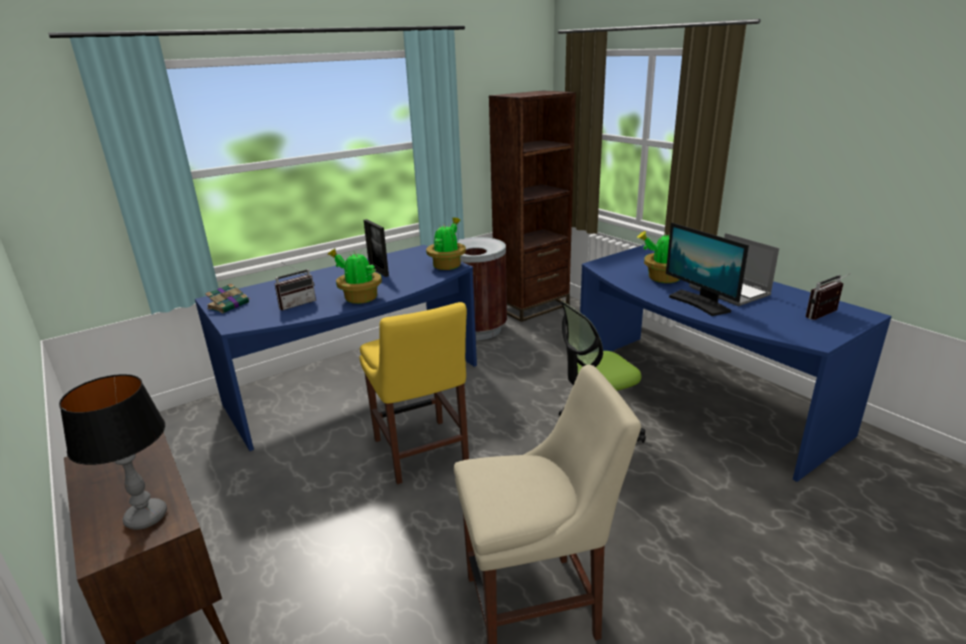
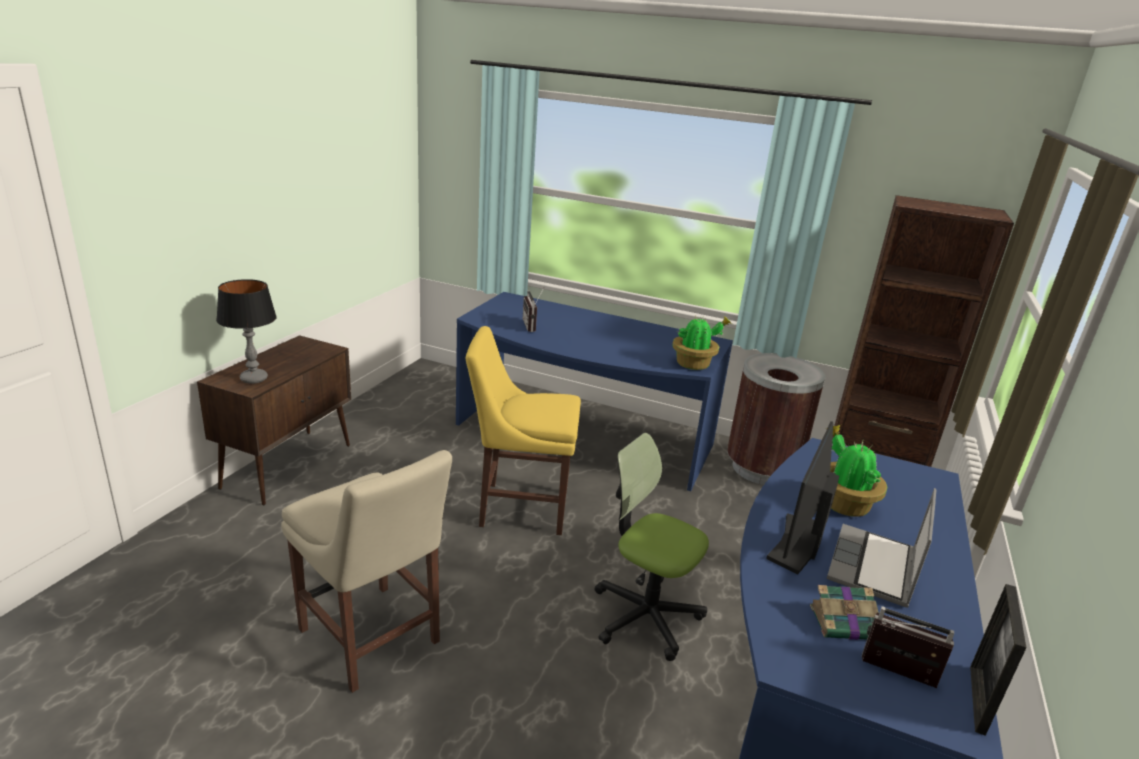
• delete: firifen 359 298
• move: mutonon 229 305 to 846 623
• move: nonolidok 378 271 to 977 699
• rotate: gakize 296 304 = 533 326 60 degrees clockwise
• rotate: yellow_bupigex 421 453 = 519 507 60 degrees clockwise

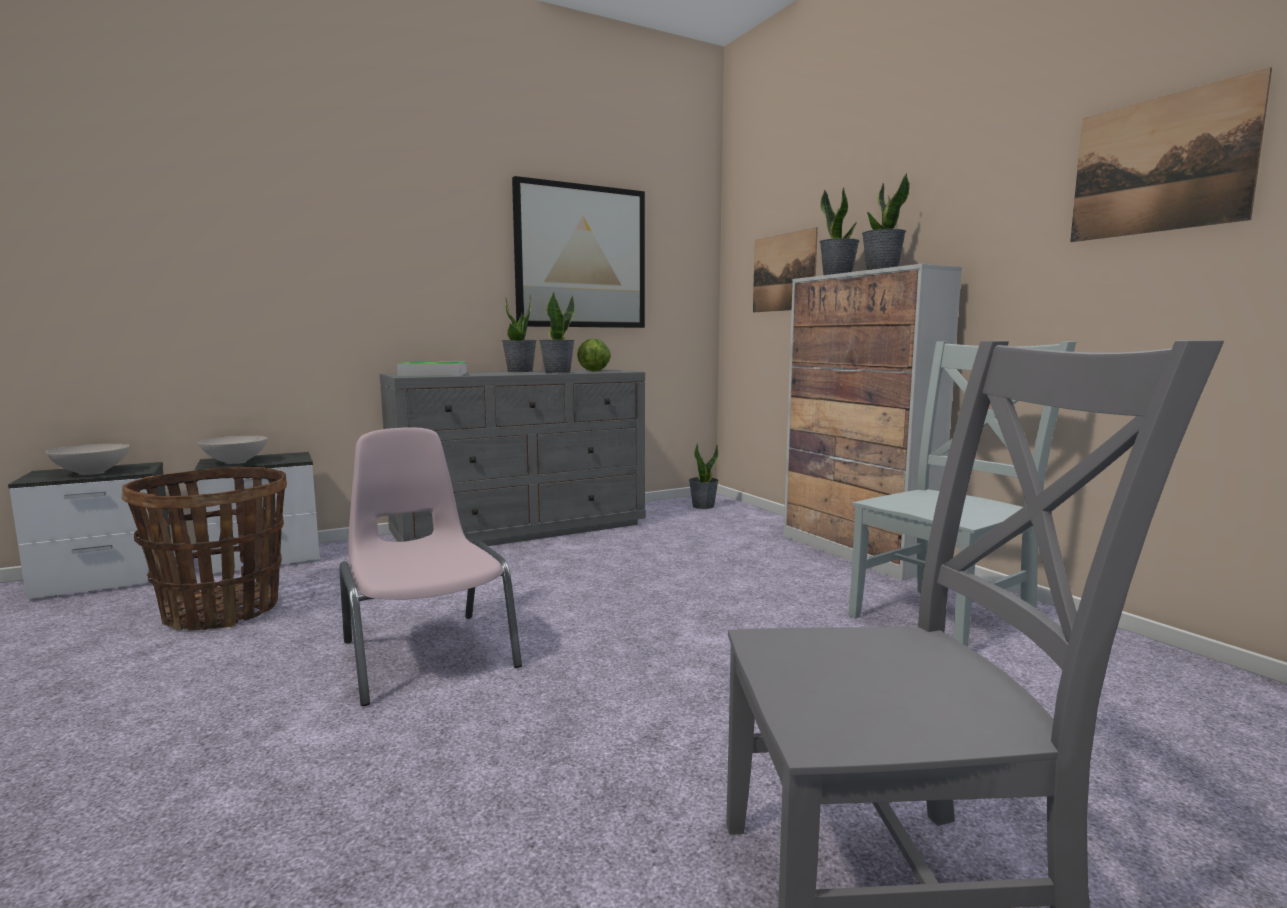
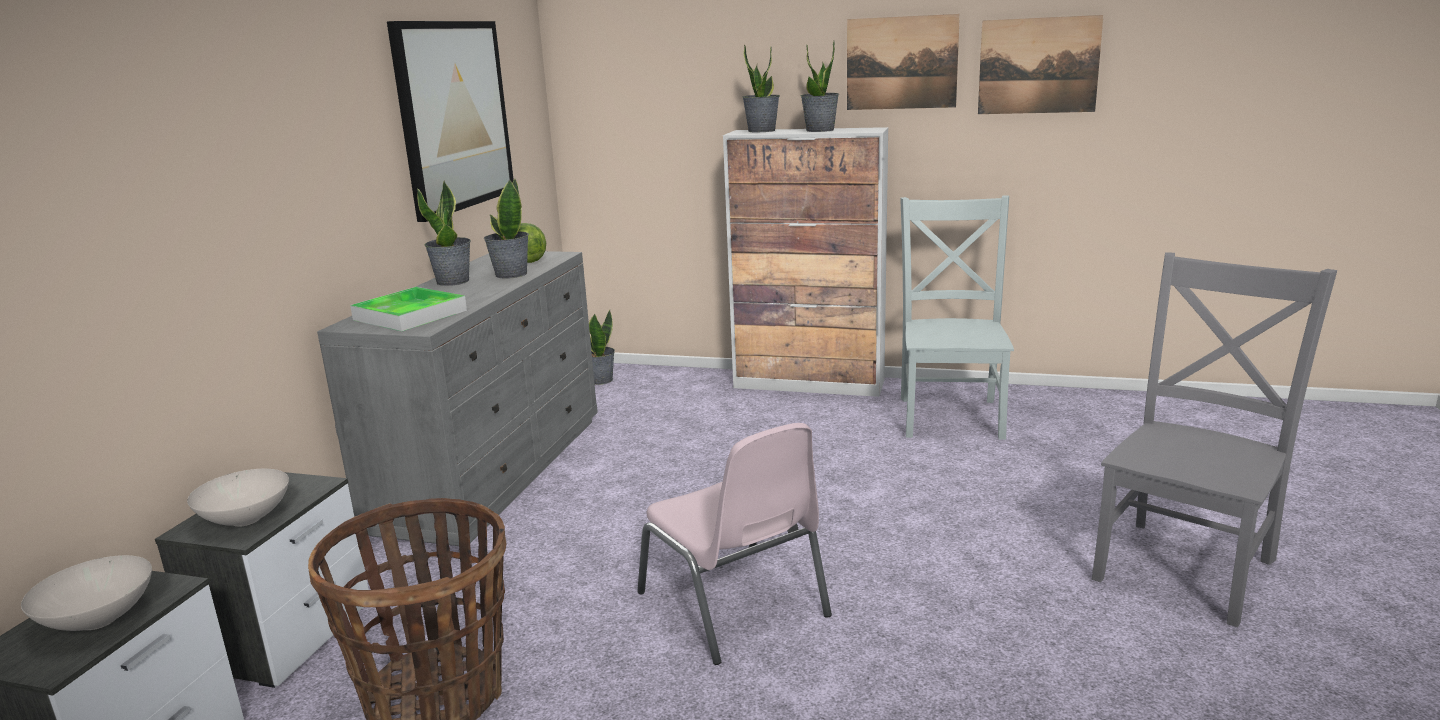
• move: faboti 783 272 to 901 63
• rotate: pink_bupigex 427 653 = 735 605 135 degrees counterclockwise

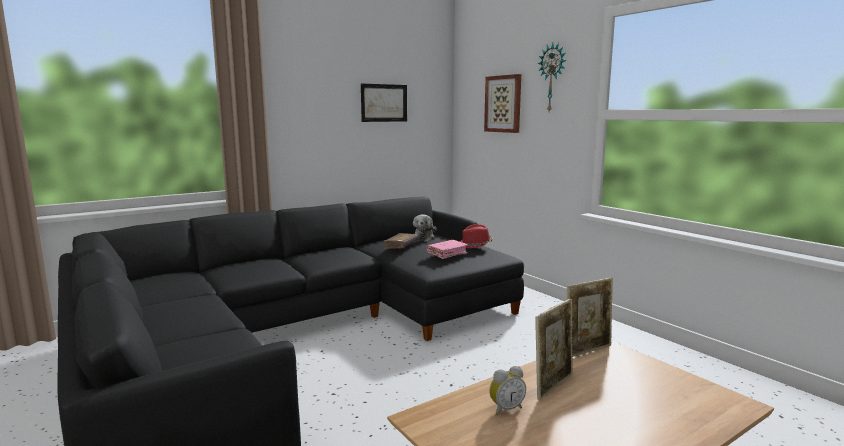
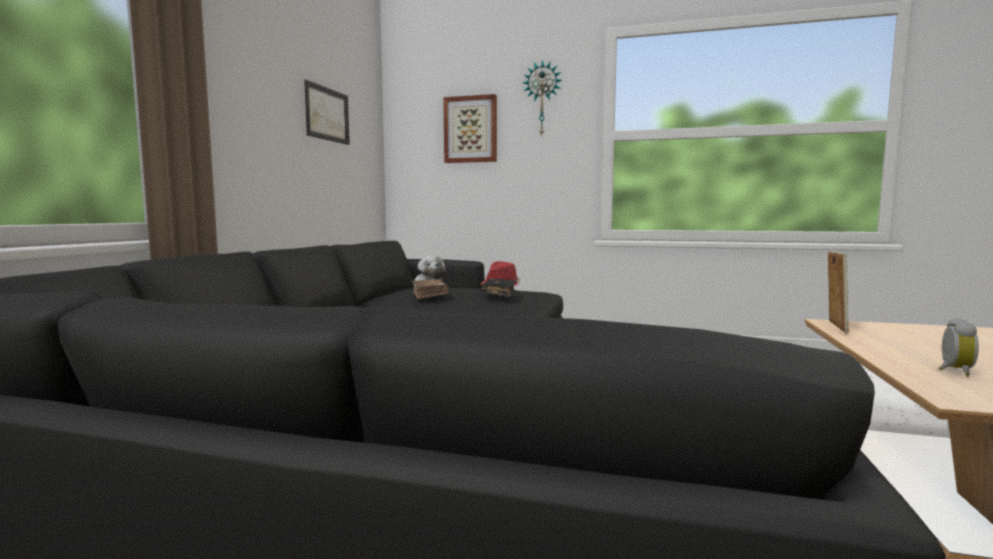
• delete: nonolidok 553 385
• recolor: pink_mutonon 447 253 to black_mutonon 499 294

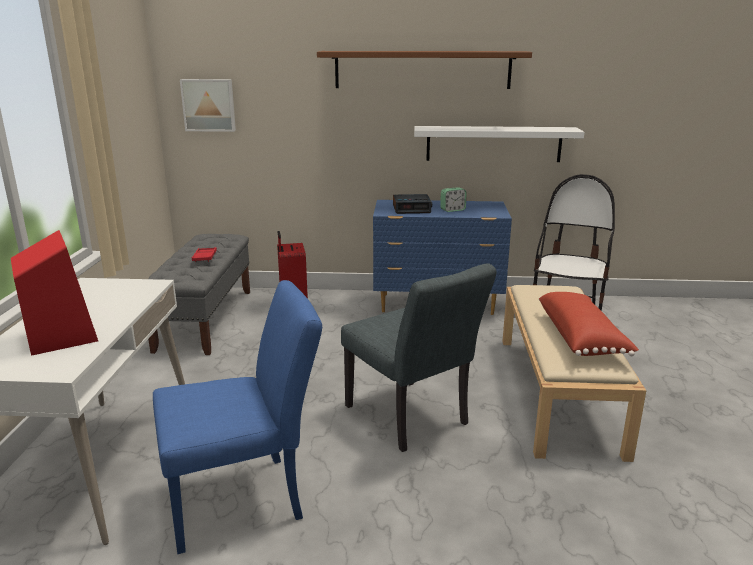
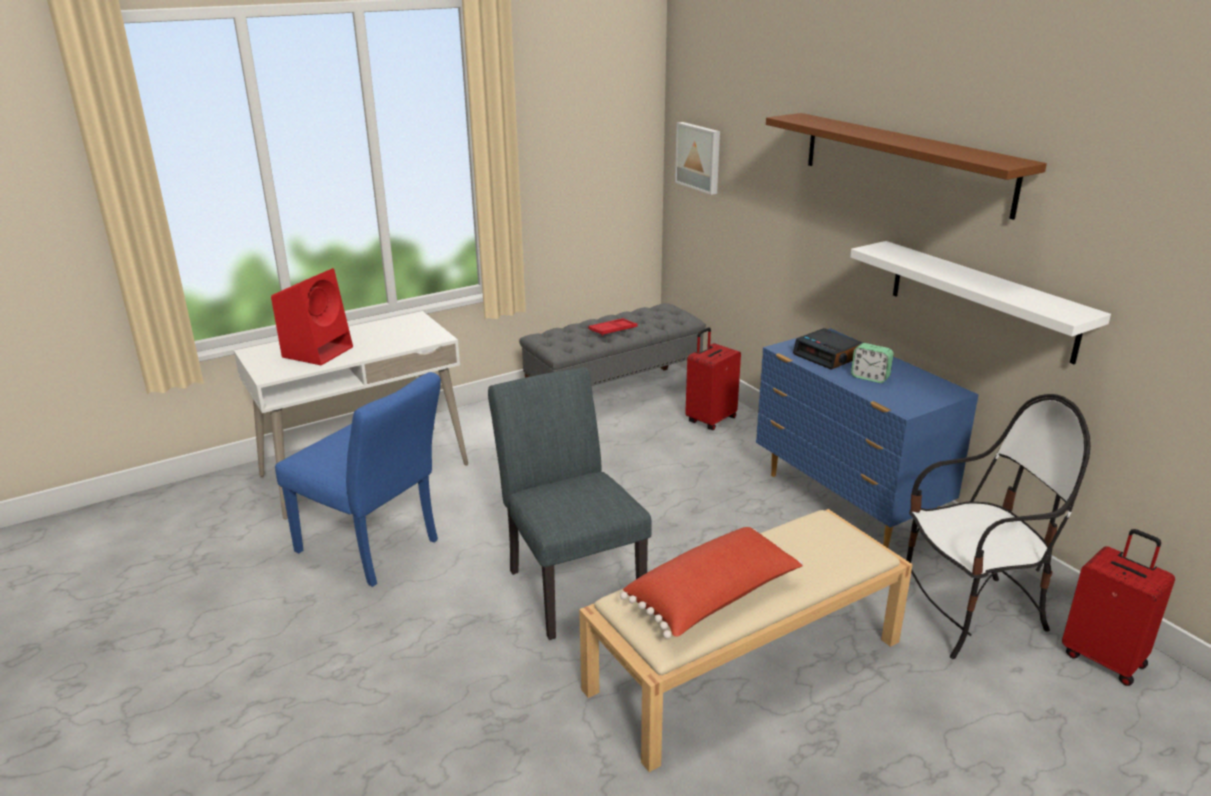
• insert: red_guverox 1104 658
• rotate: grey_bupigex 412 419 = 570 583 135 degrees clockwise

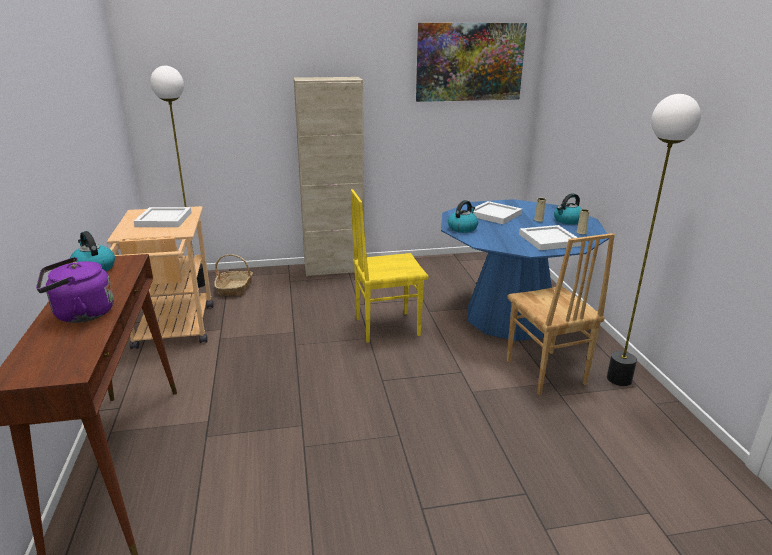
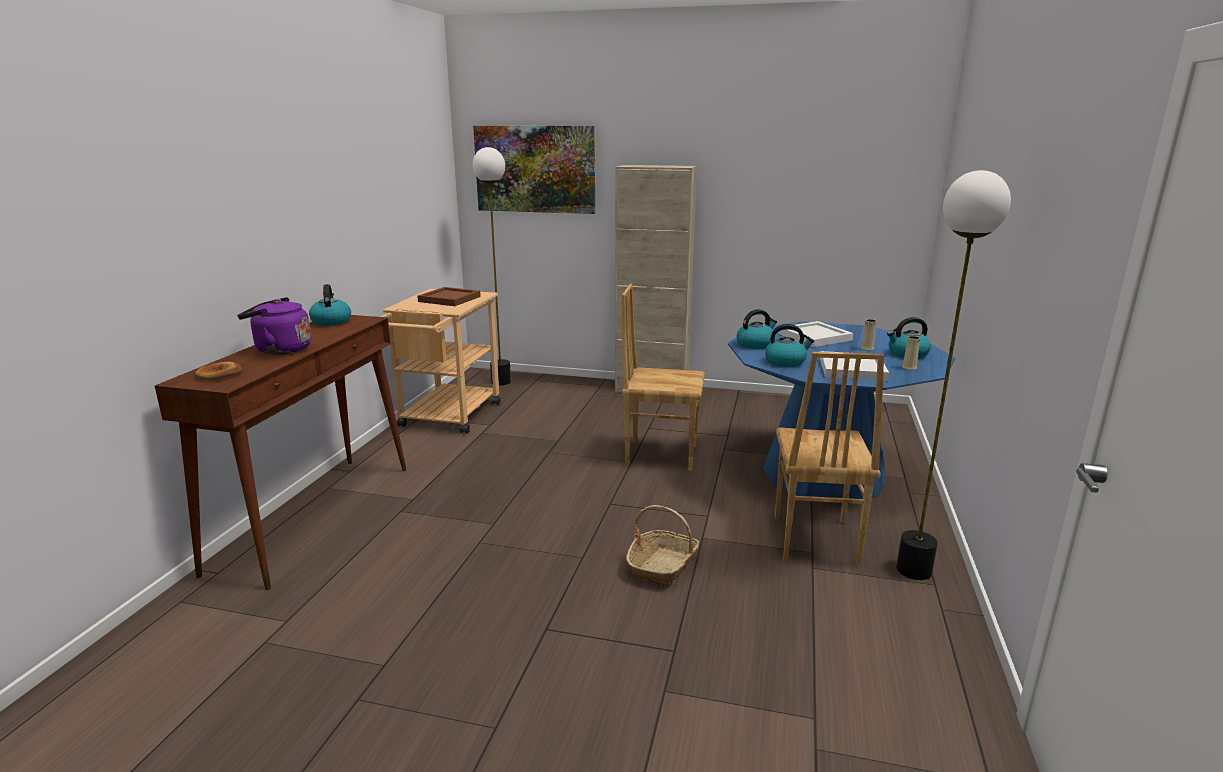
• insert: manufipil 218 375
• insert: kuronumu 786 361
• move: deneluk 235 288 to 663 566
• move: faboti 469 62 to 535 169
• recolor: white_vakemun 163 220 to brown_vakemun 448 299
• recolor: yellow_bupigex 386 326 to brown_bupigex 660 454

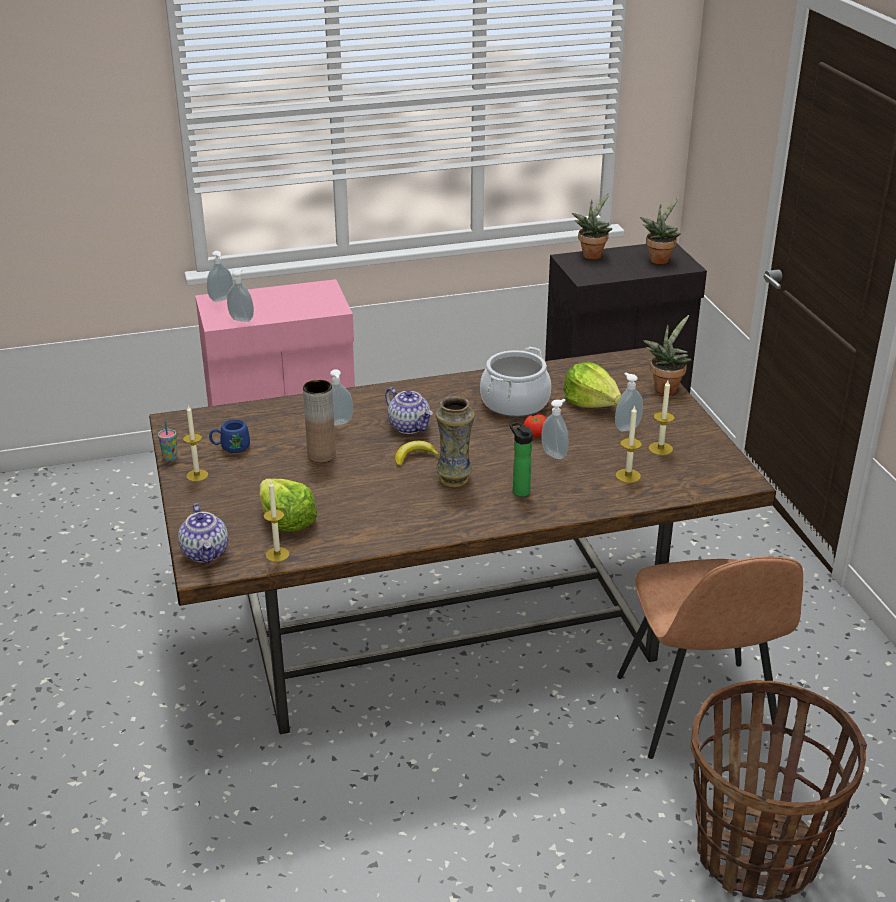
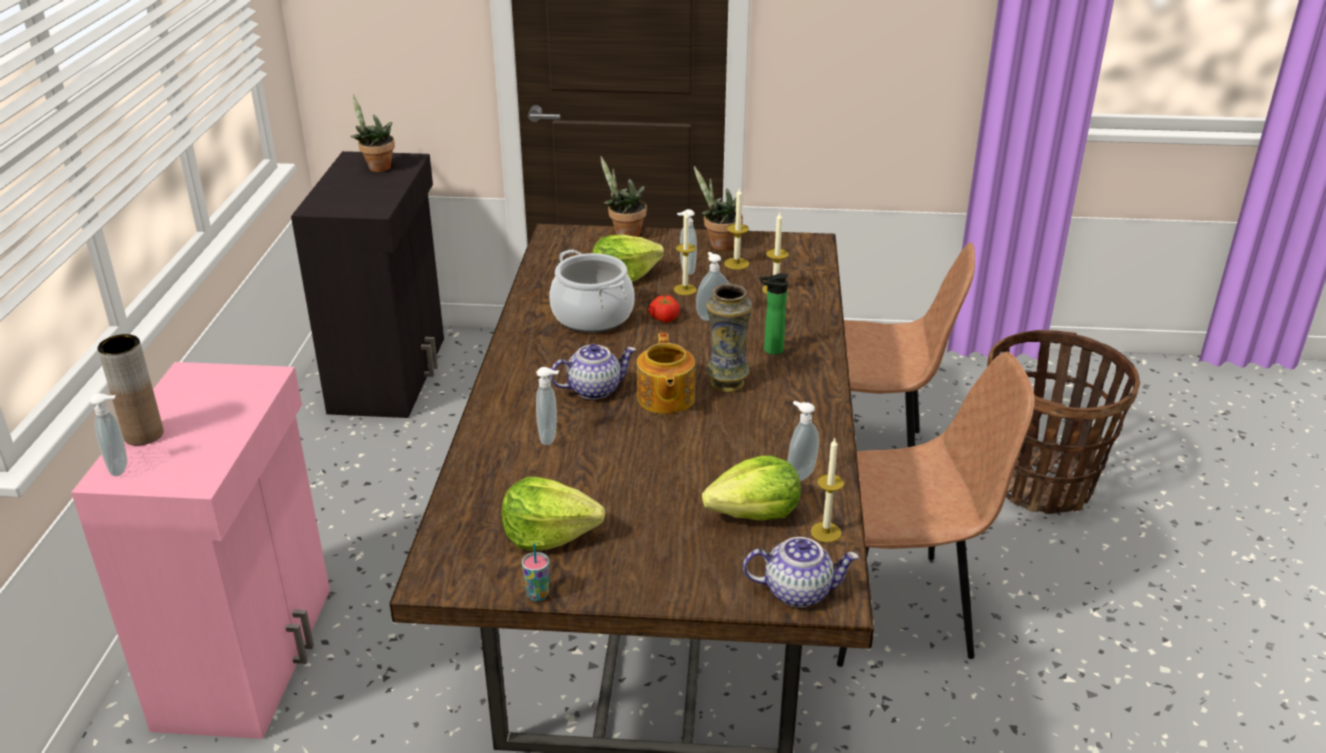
• insert: brown_bupigex 893 609
• move: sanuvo 197 475 to 685 289
• move: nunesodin 242 319 to 799 474
• move: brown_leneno 321 455 to 144 435
• move: firifen 591 254 to 718 244
• replace: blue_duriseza 230 448 to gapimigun 549 534
• replace: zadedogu 414 457 to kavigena 665 399

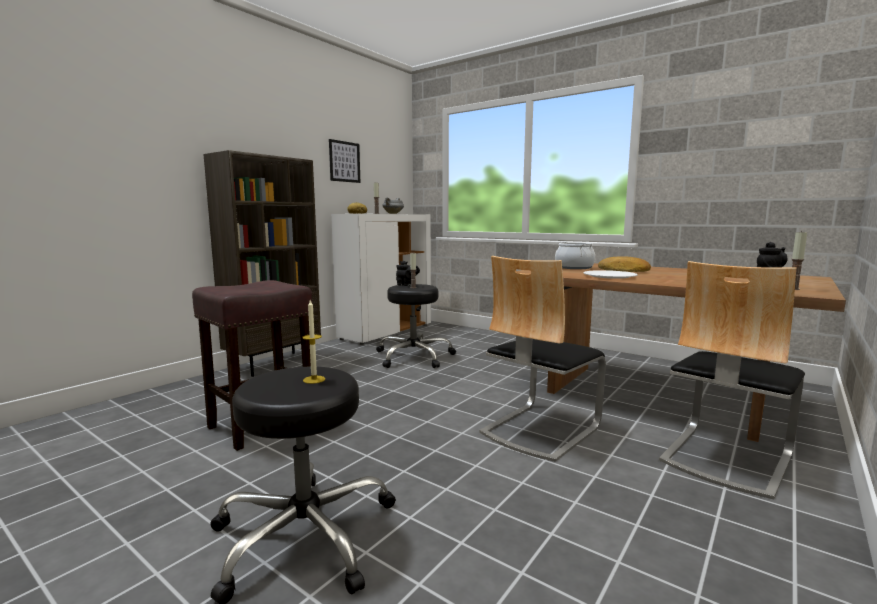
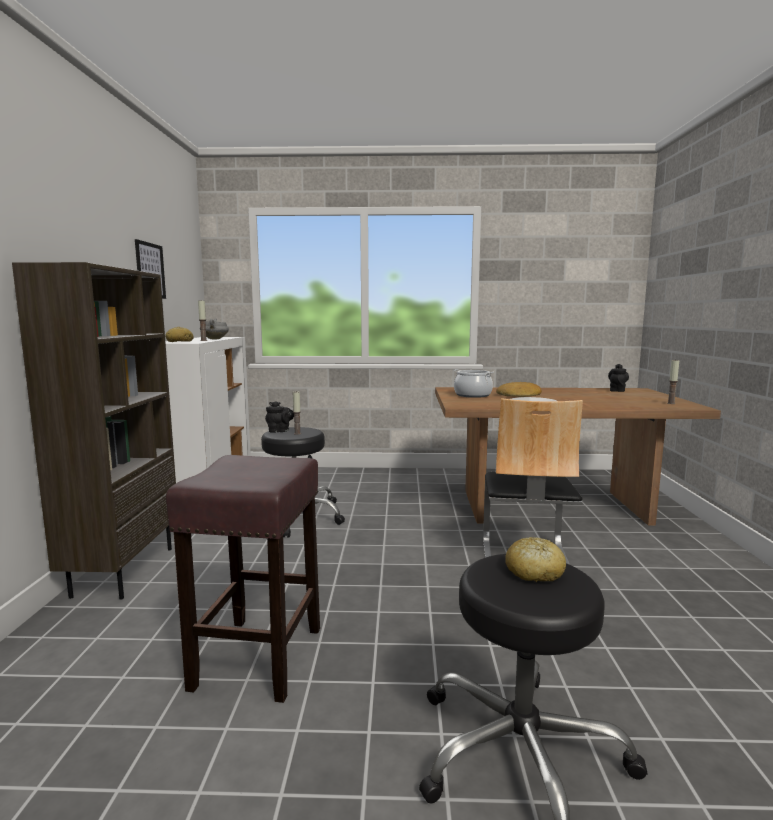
• delete: bupigex 725 457
• replace: sanuvo 314 379 to manufipil 534 572

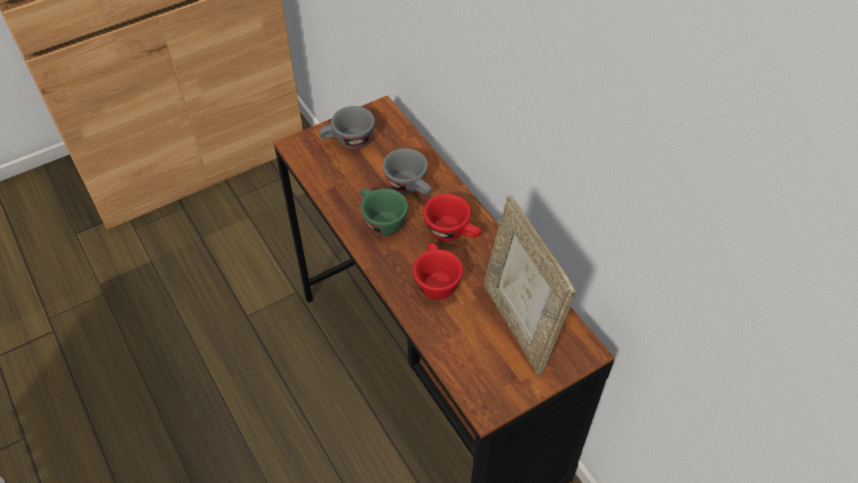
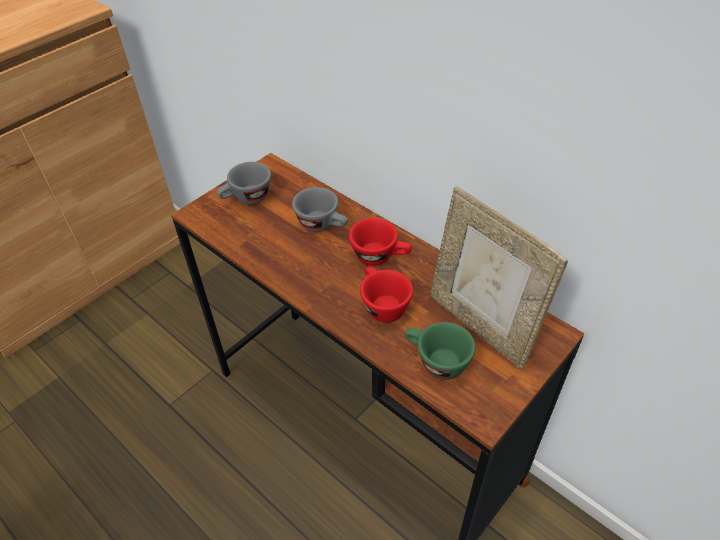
• move: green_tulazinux 380 221 to 435 361

